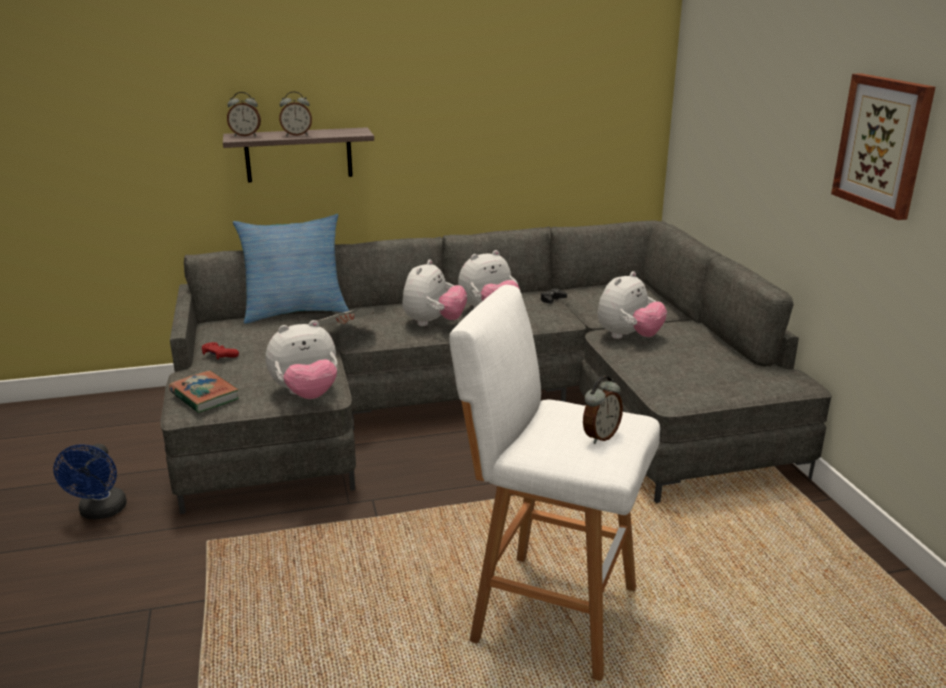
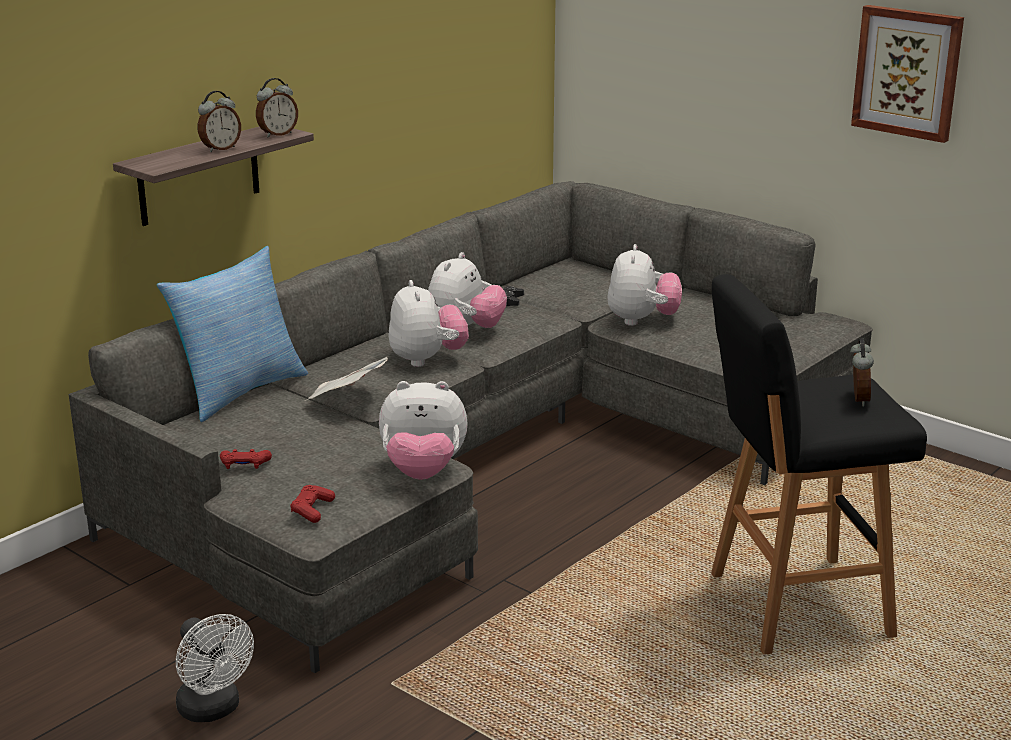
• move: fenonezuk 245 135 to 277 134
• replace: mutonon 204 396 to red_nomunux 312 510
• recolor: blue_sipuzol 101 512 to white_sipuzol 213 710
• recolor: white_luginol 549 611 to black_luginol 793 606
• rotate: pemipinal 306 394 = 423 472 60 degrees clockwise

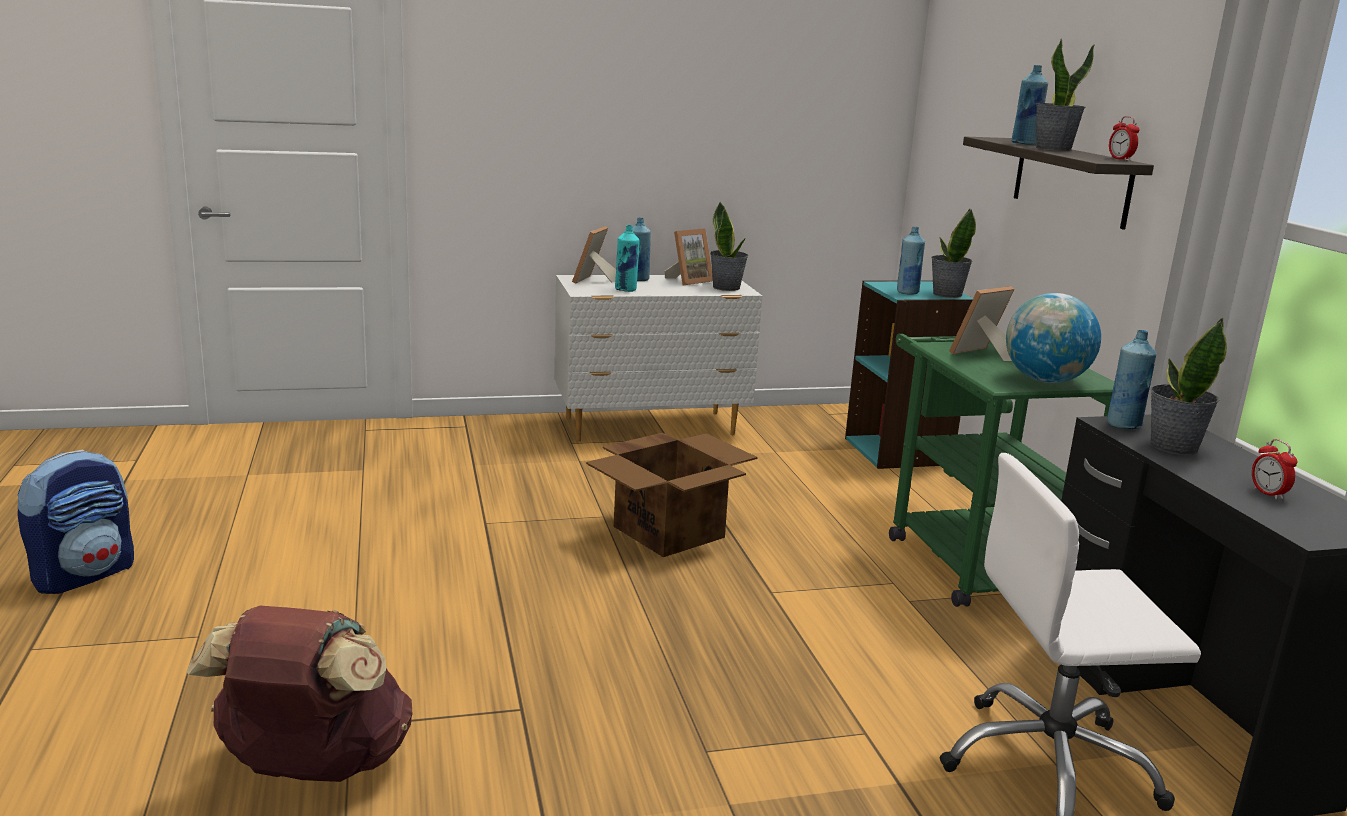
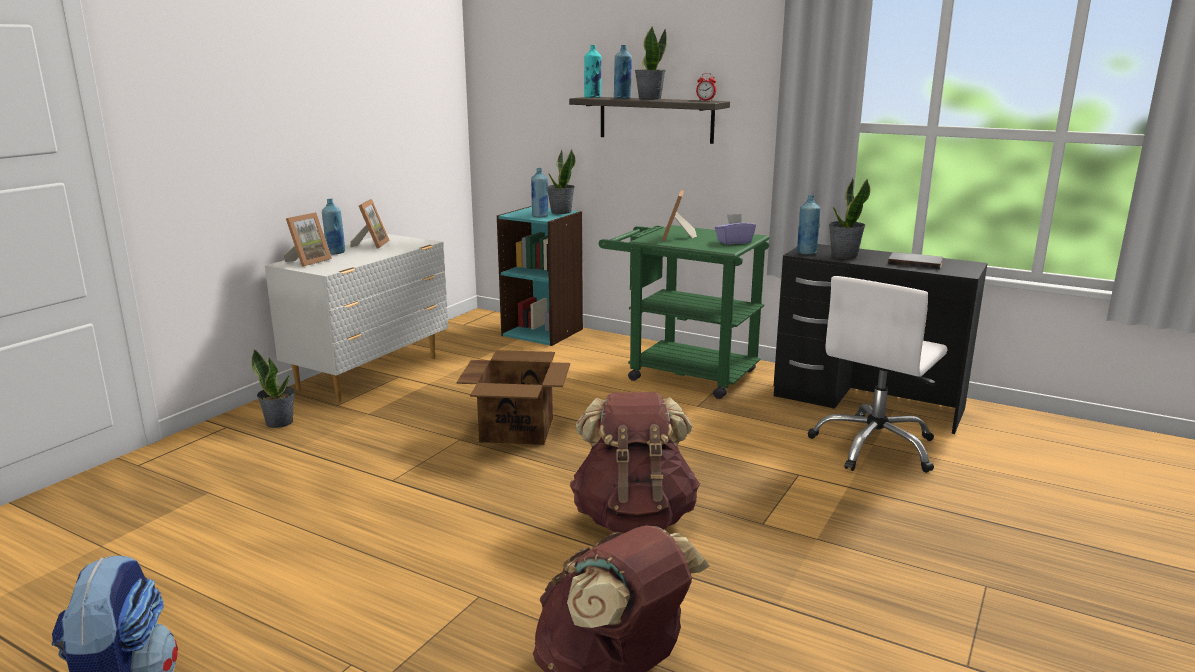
• insert: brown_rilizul 634 517
• move: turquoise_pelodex 626 290 to 592 97
• move: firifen 726 287 to 280 422
• replace: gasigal 1045 381 to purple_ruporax 734 242
• replace: fenonezuk 1268 494 to grey_mutonon 915 263
• rotate: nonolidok 594 281 = 308 261 120 degrees counterclockwise

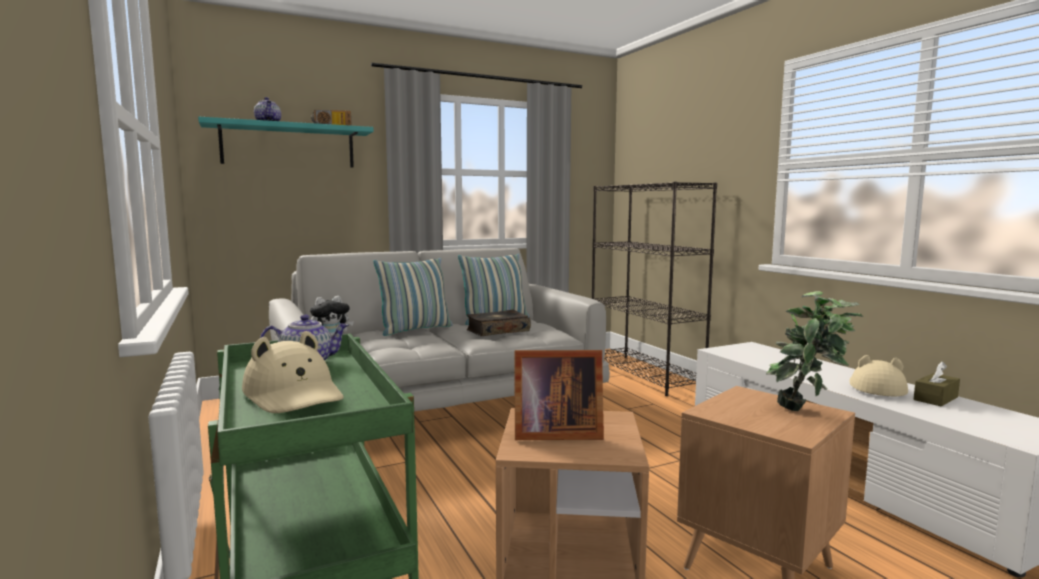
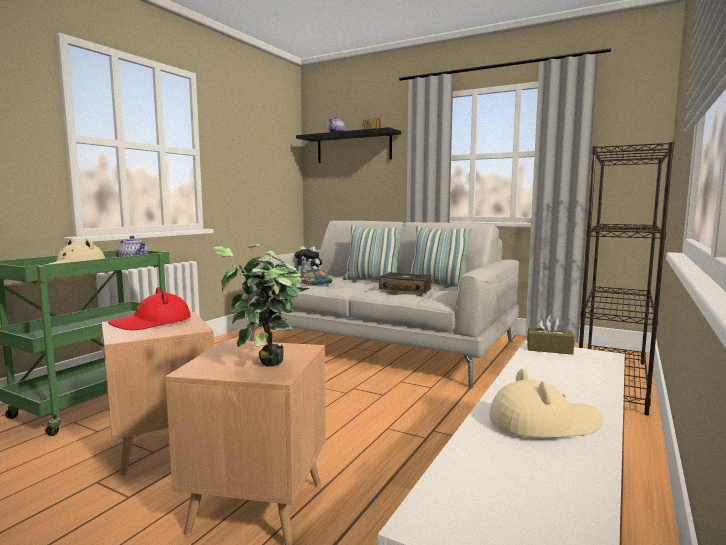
• insert: mutonon 317 283
• move: brown_ruporax 935 398 to 549 349
• replace: nonolidok 553 432 to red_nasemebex 152 323
• recolor: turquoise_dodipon 289 146 to black_dodipon 353 148

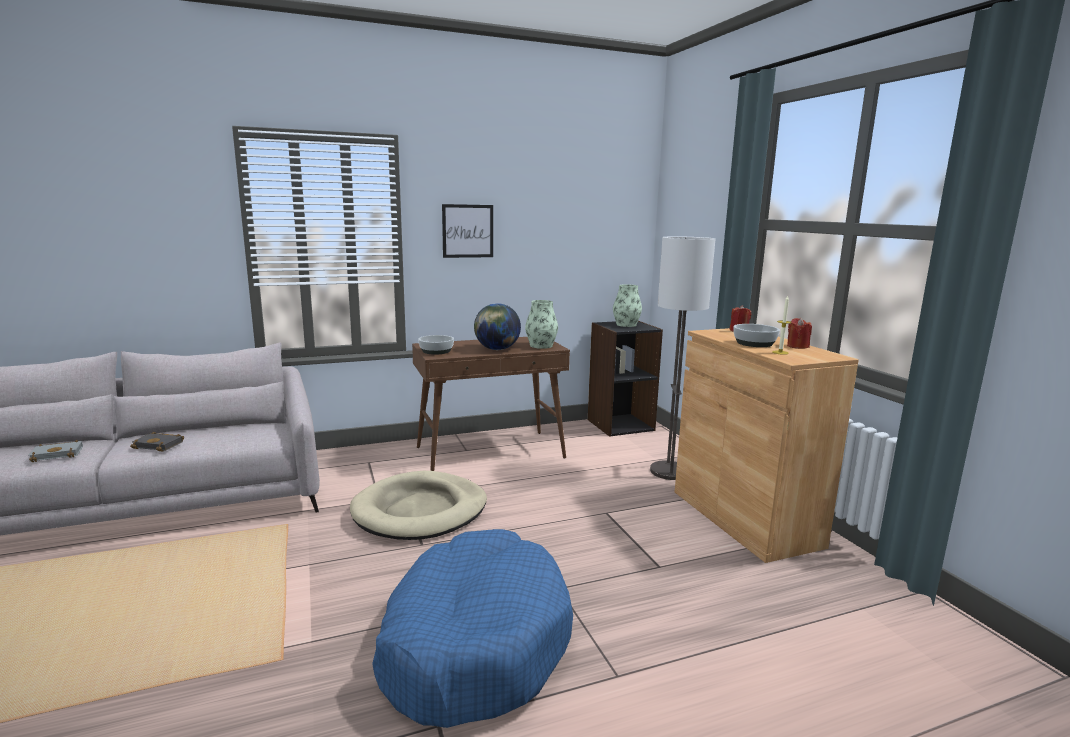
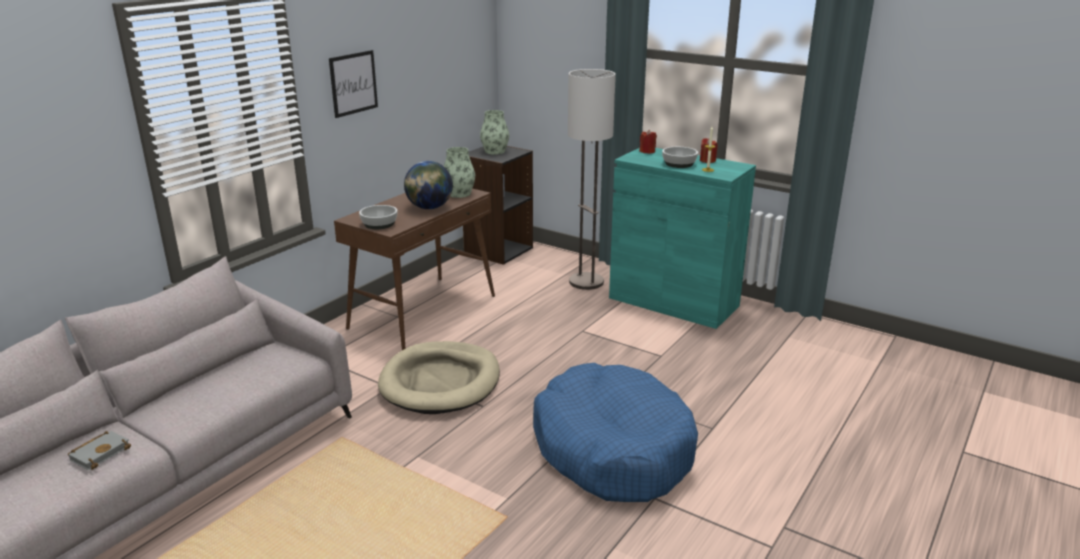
• delete: black_mutonon 160 445
• recolor: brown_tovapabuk 744 518 to turquoise_tovapabuk 673 302

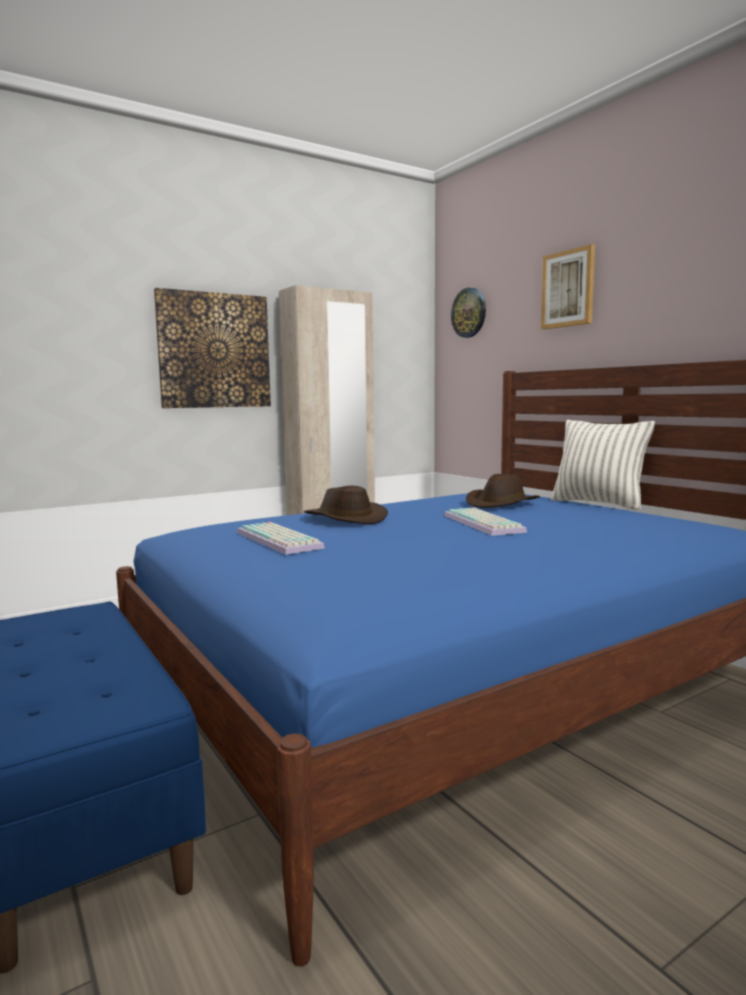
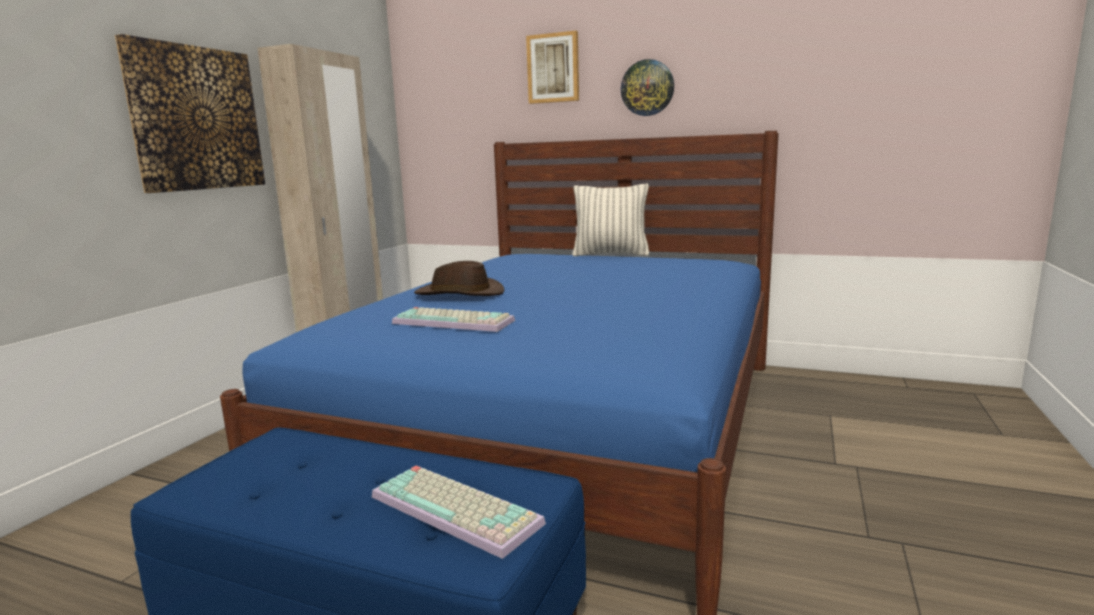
• delete: brown_nasemebex 501 503
• move: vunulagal 485 523 to 458 509
• move: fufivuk 469 313 to 647 88

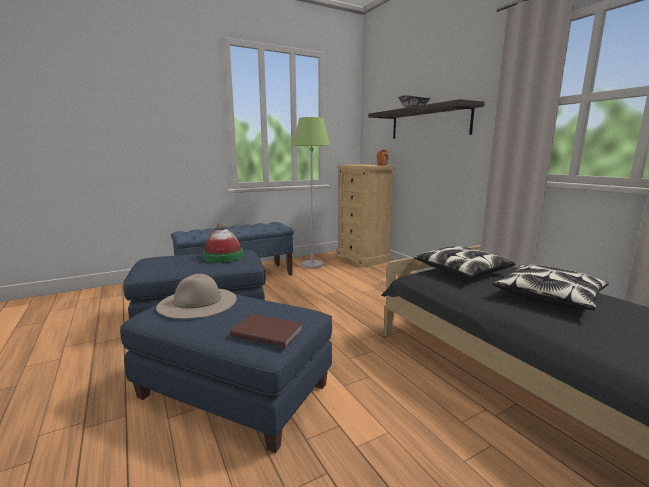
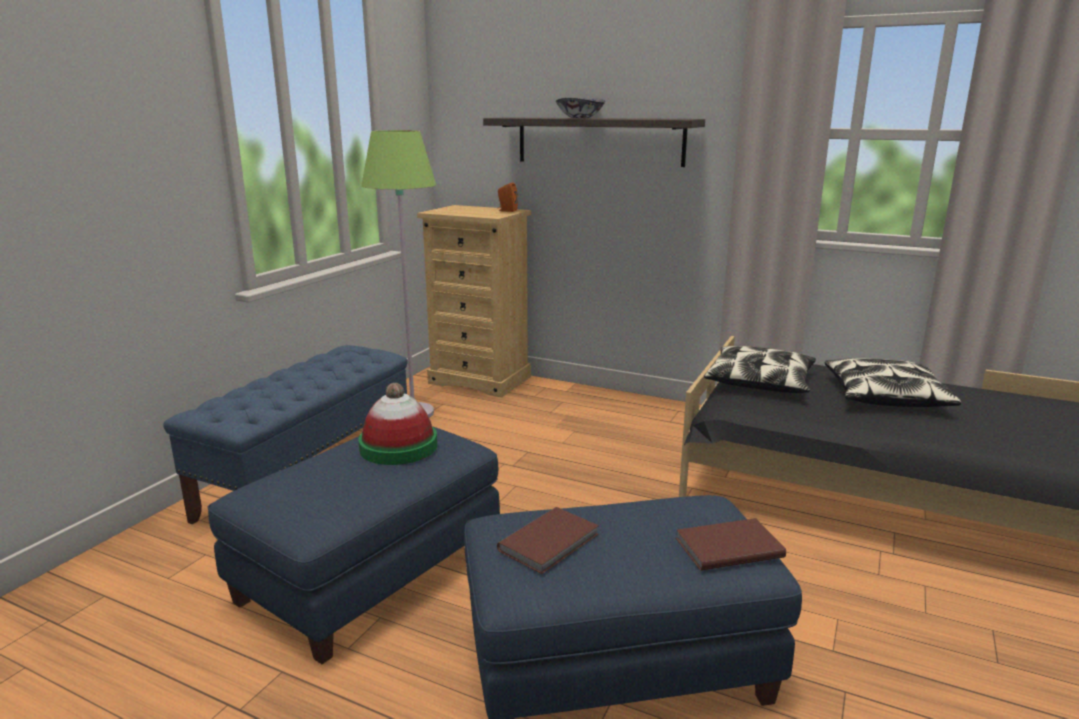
• replace: beige_nasemebex 197 302 to brown_mutonon 551 542

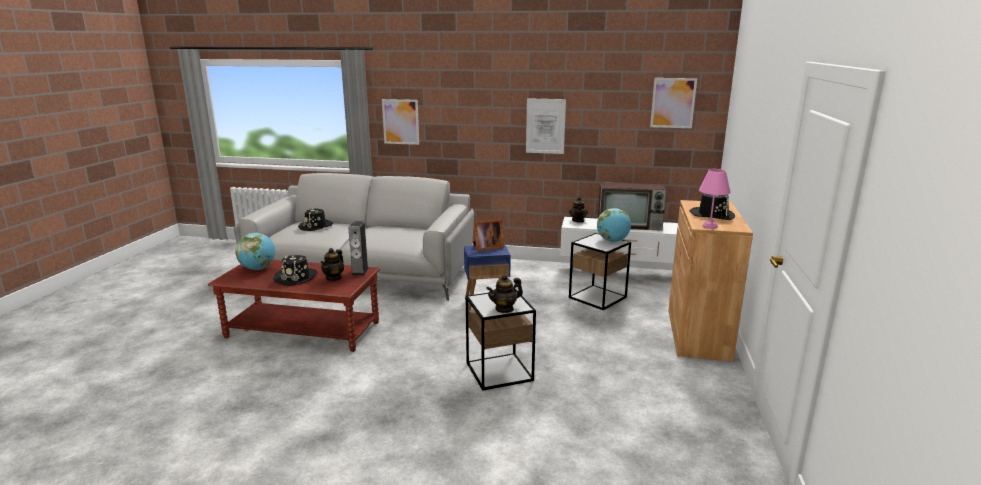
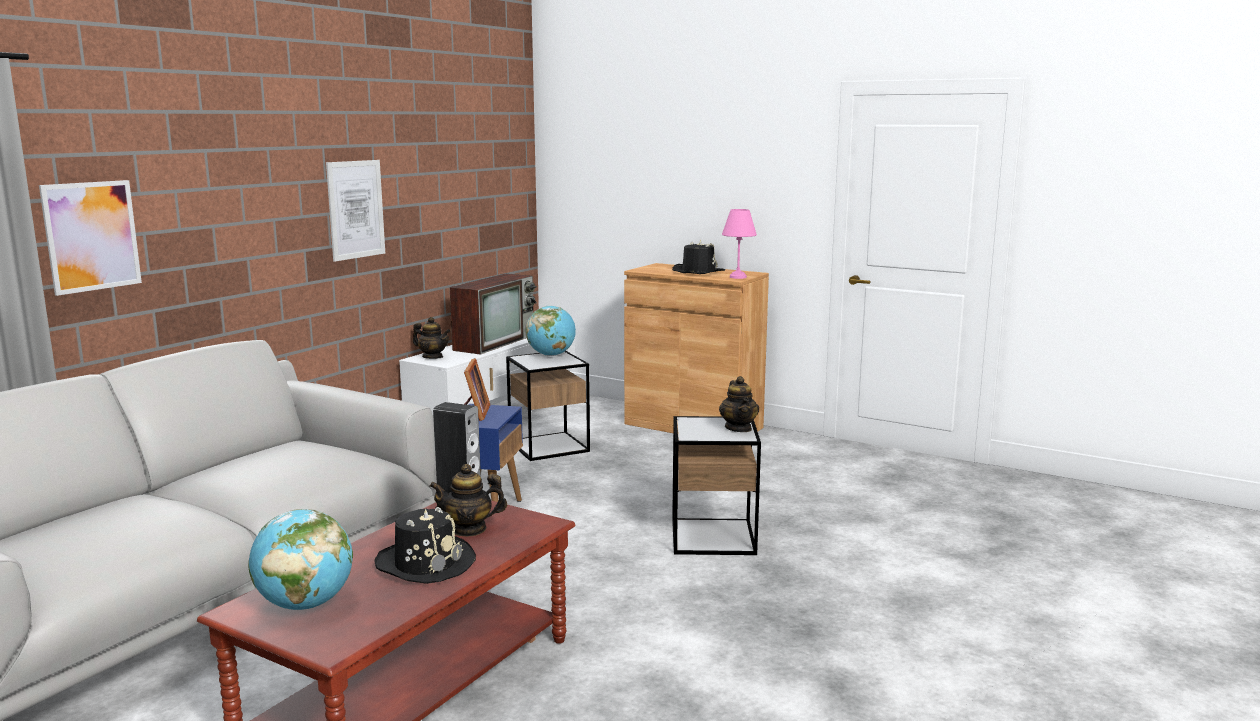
• delete: black_nasemebex 316 226
• delete: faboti 673 103
• rotate: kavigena 334 278 = 469 529 135 degrees clockwise

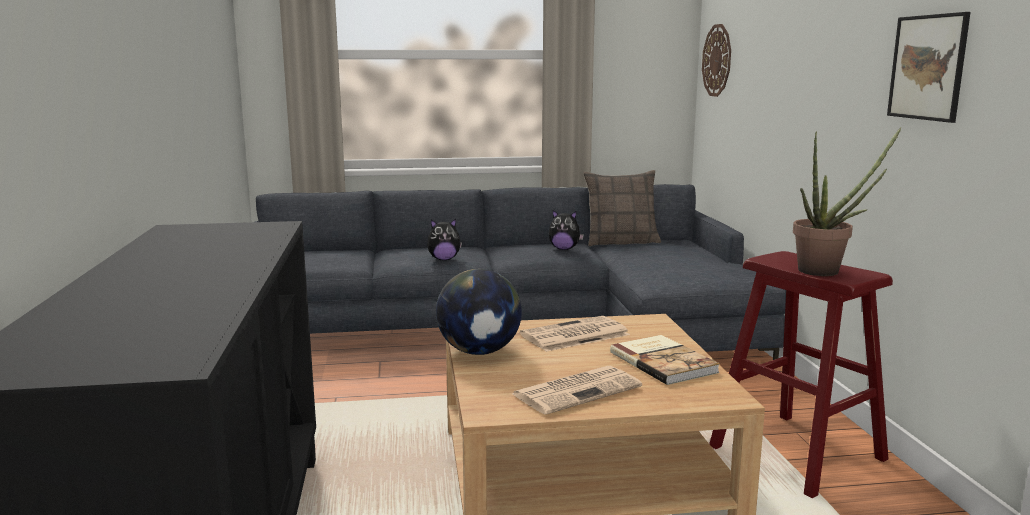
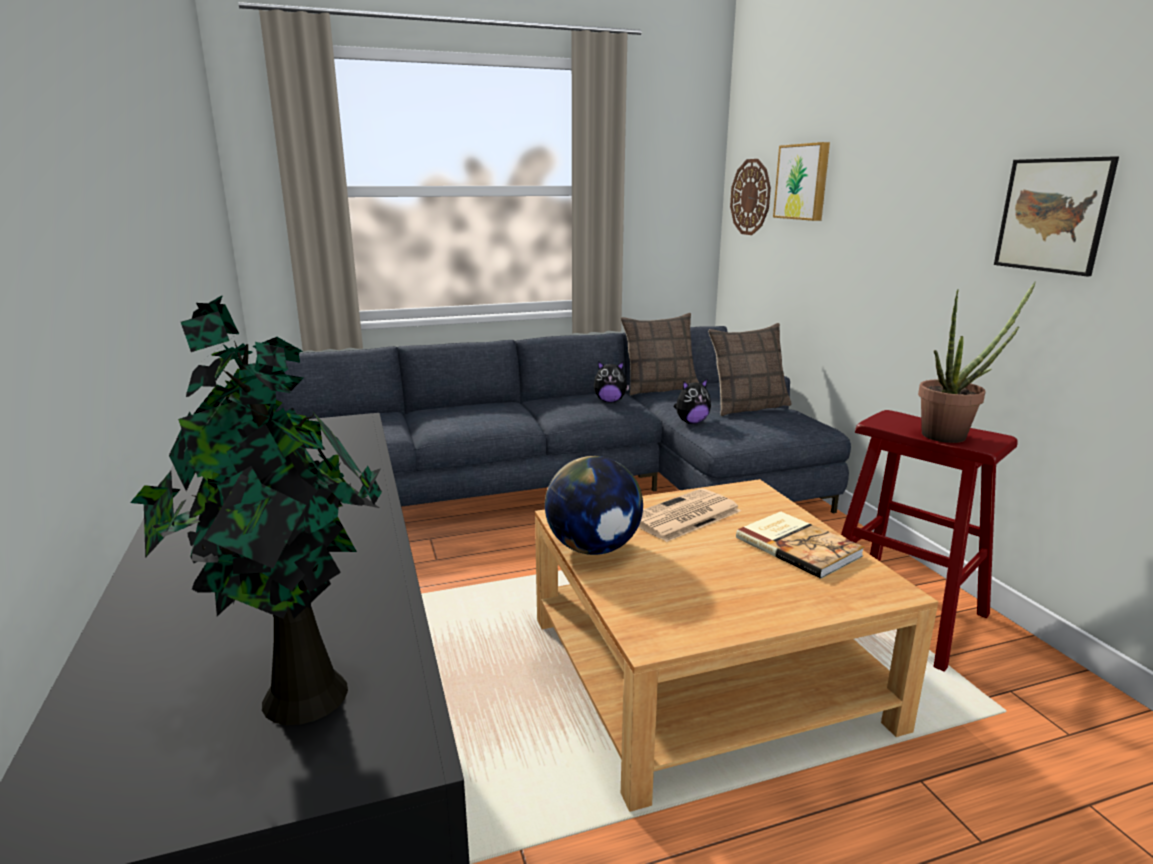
• delete: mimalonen 577 390
• insert: firifen 297 695
• insert: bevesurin 748 407
• insert: faboti 803 182
• move: pemipinal 444 259 to 691 422

